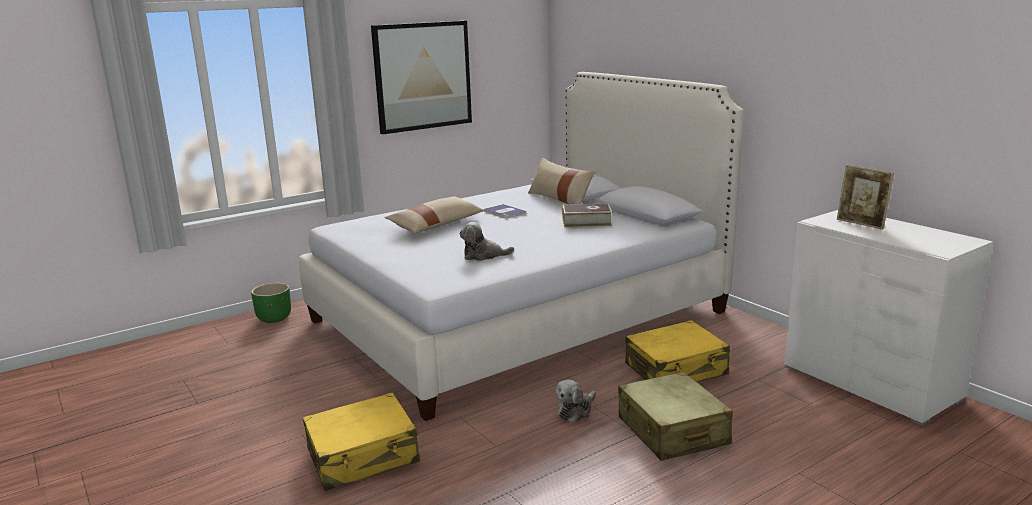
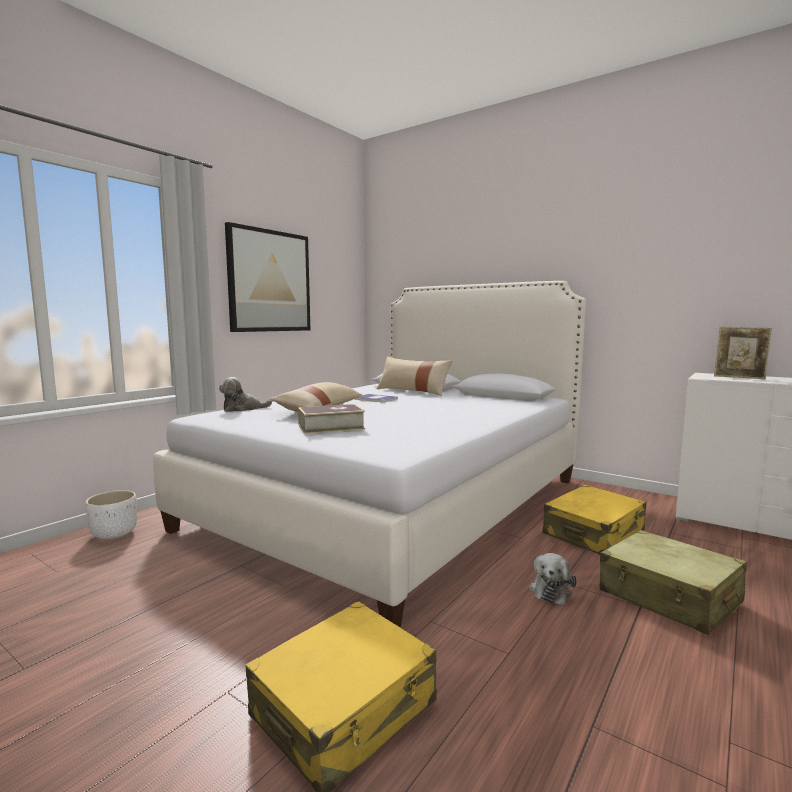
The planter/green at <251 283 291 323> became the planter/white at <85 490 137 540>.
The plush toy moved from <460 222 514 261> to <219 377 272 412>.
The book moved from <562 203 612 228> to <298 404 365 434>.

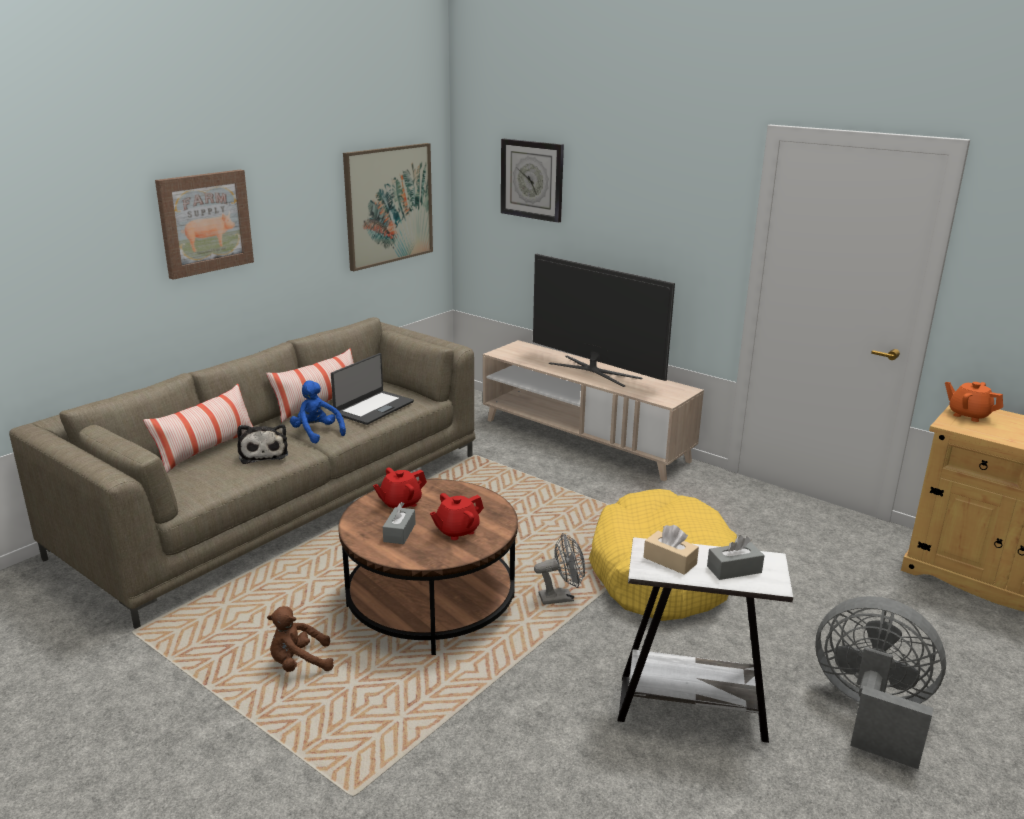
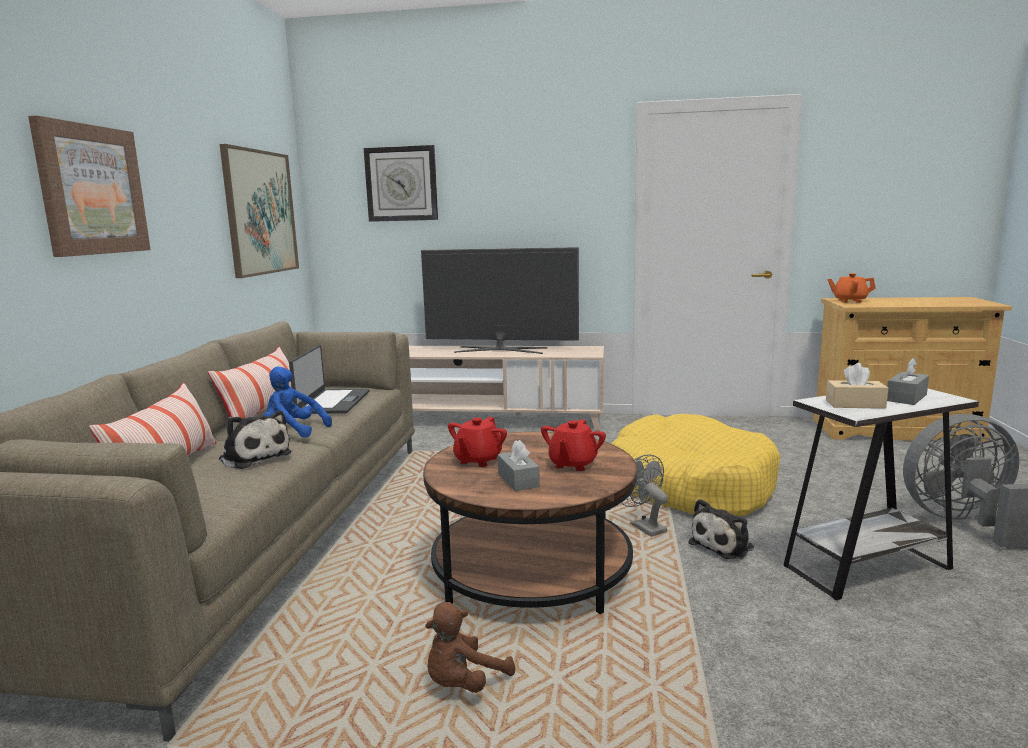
The fan/grey at <534 533 585 605> turned 75 degrees counterclockwise.
The plush toy at <688 499 754 559> appeared.

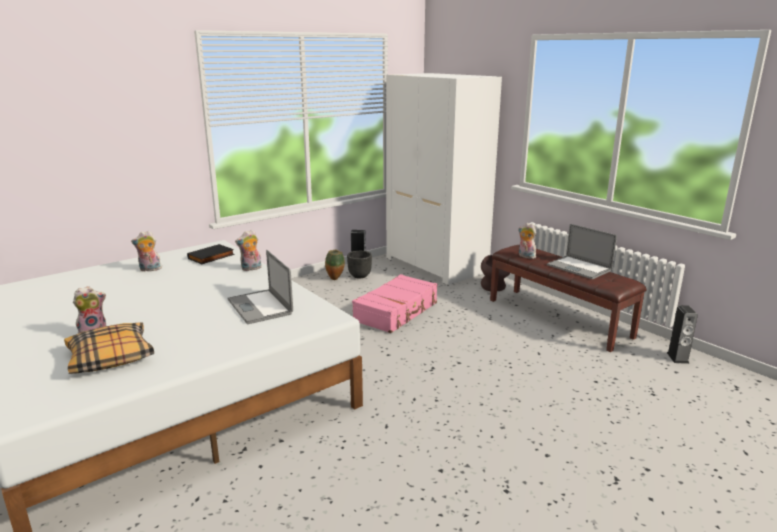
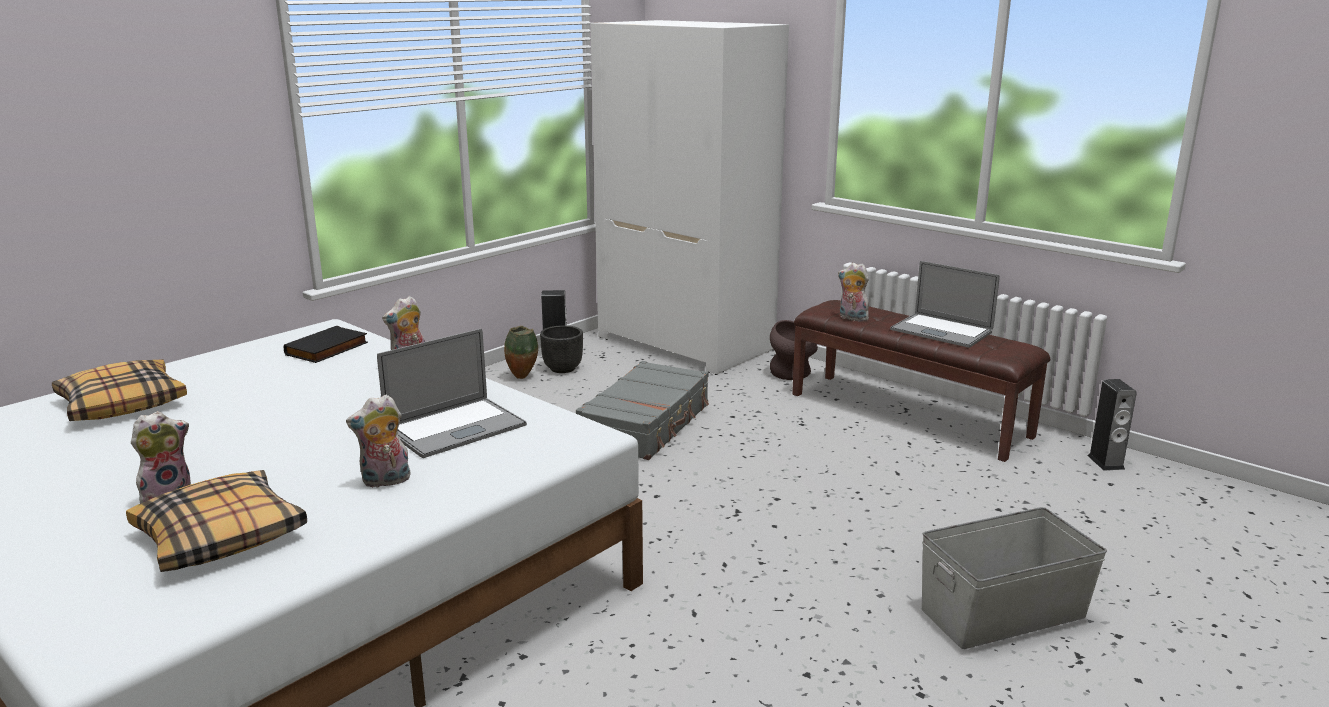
The pillow at <52 359 187 421> appeared.
The plush toy moved from <131 231 162 272> to <346 394 411 488>.
The laptop at <228 250 293 324> turned 90 degrees counterclockwise.
The suitcase/pink at <352 274 437 333> became the suitcase/grey at <576 361 709 460>.
The storage box/grey at <922 507 1107 649> appeared.

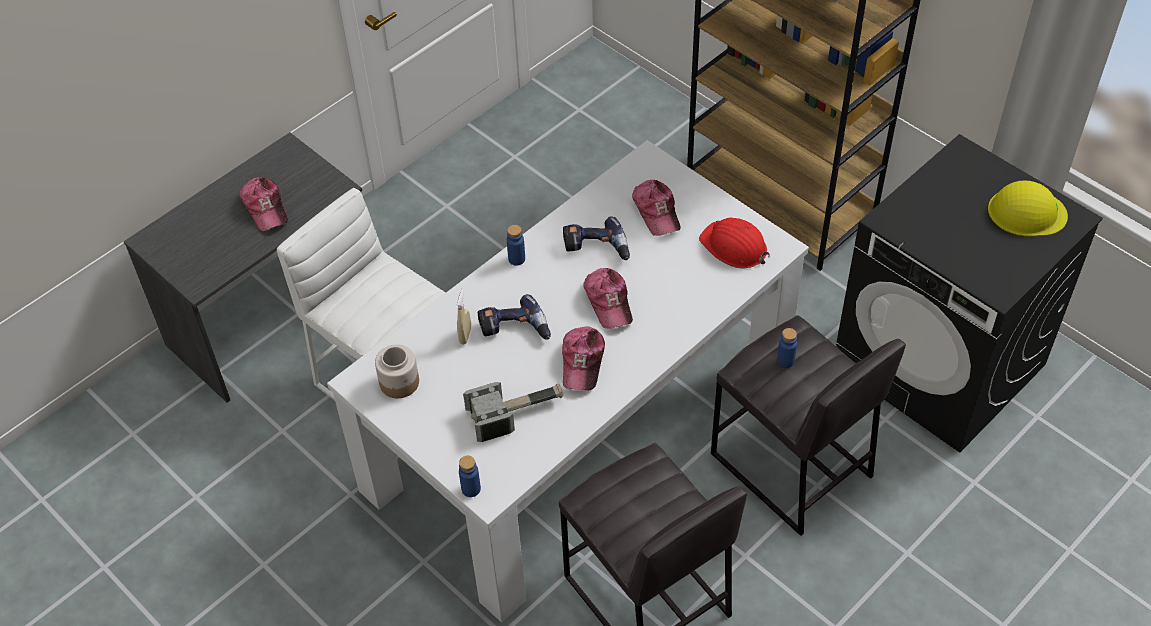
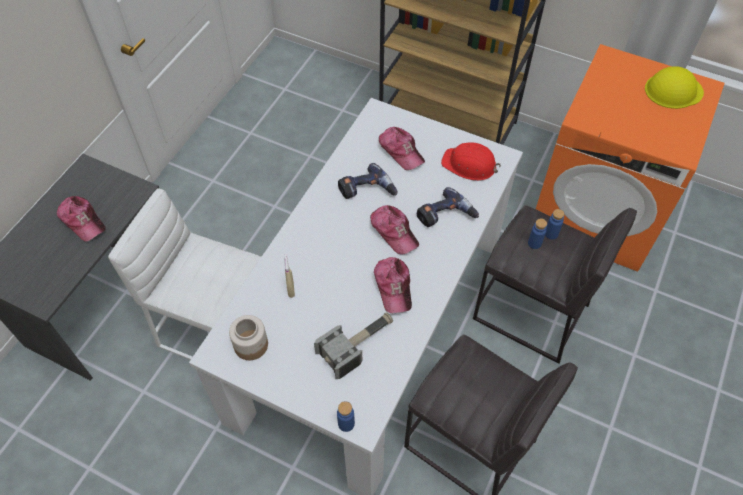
The power drill moved from <478 294 551 340> to <417 187 479 227>.
The washing machine/black at <836 134 1103 453> became the washing machine/orange at <536 44 725 272>.
The bottle/blue moved from <507 225 525 266> to <545 209 564 239>.

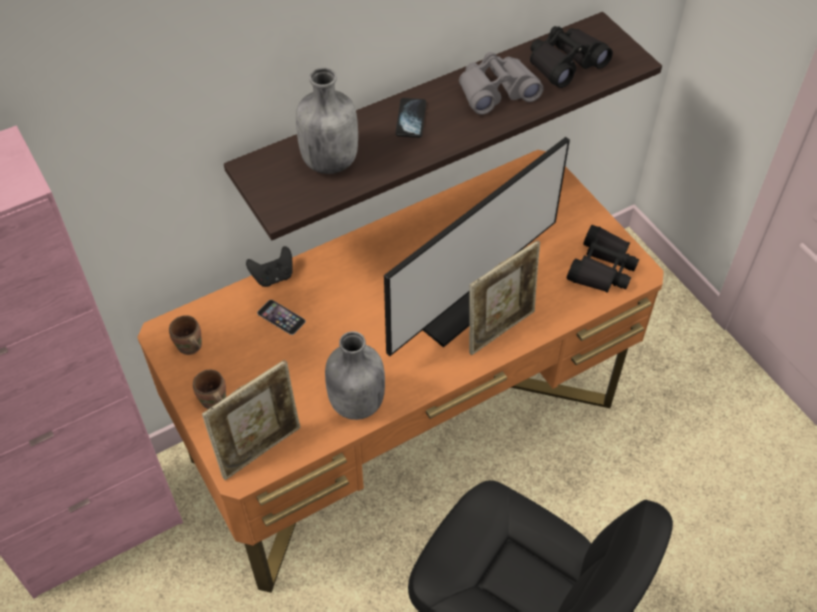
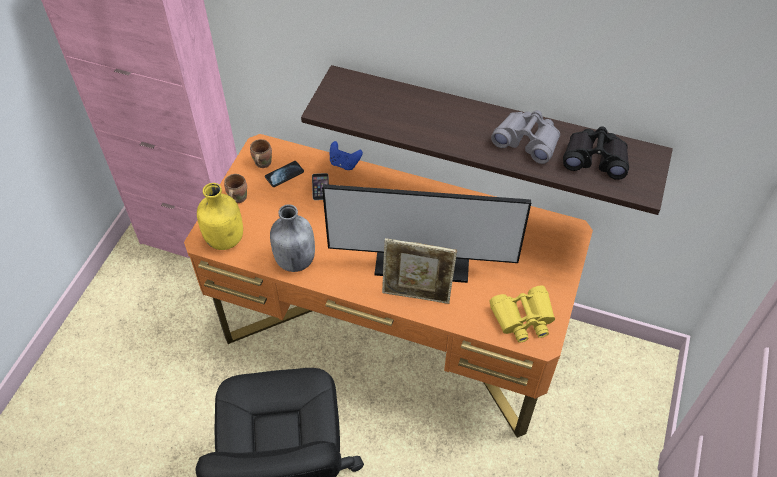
The picture frame at <202 360 300 480> was replaced by the bottle/yellow at <197 183 243 250>.
The phone moved from <396 98 426 138> to <265 161 304 187>.
The game controller/black at <246 246 293 287> became the game controller/blue at <330 141 363 170>.
The binoculars/black at <566 225 639 293> became the binoculars/yellow at <489 285 555 342>.
The bottle/grey at <296 68 358 174> disappeared.

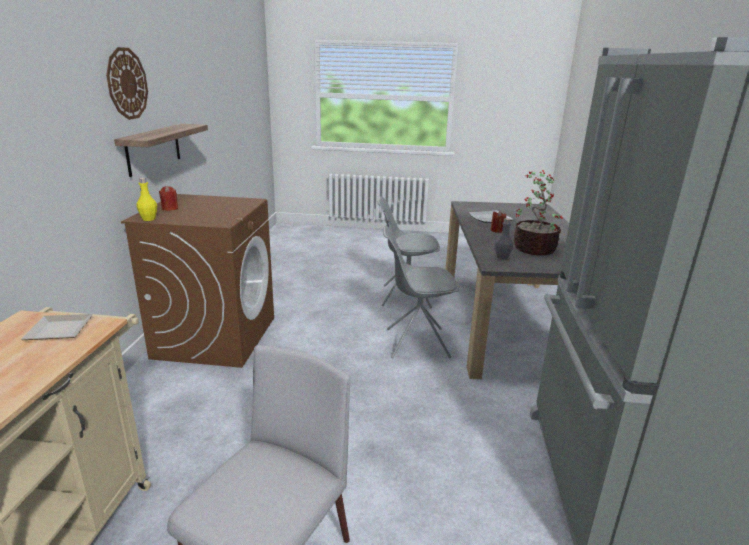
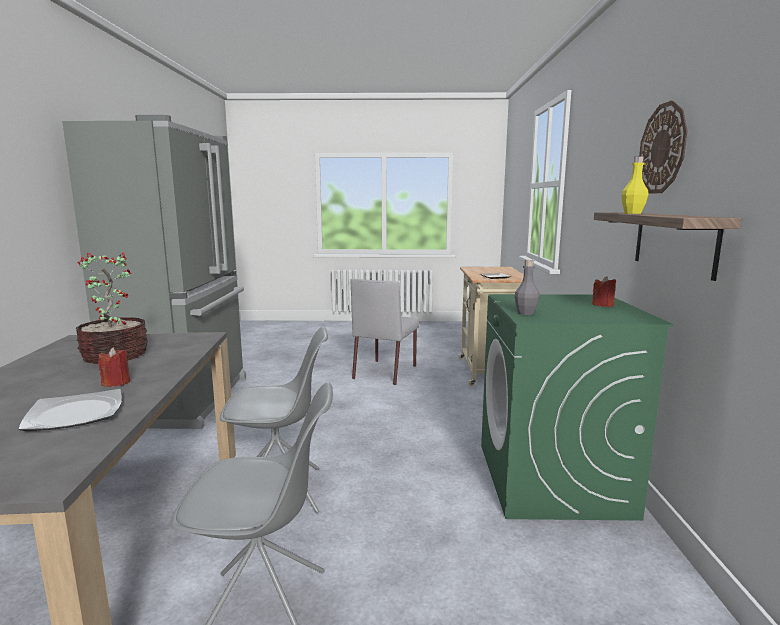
The washing machine/brown at <121 194 274 368> became the washing machine/green at <481 294 674 521>.
The bottle/grey moved from <495 218 513 259> to <514 260 540 315>.
The bottle/yellow moved from <136 177 157 221> to <622 156 648 214>.

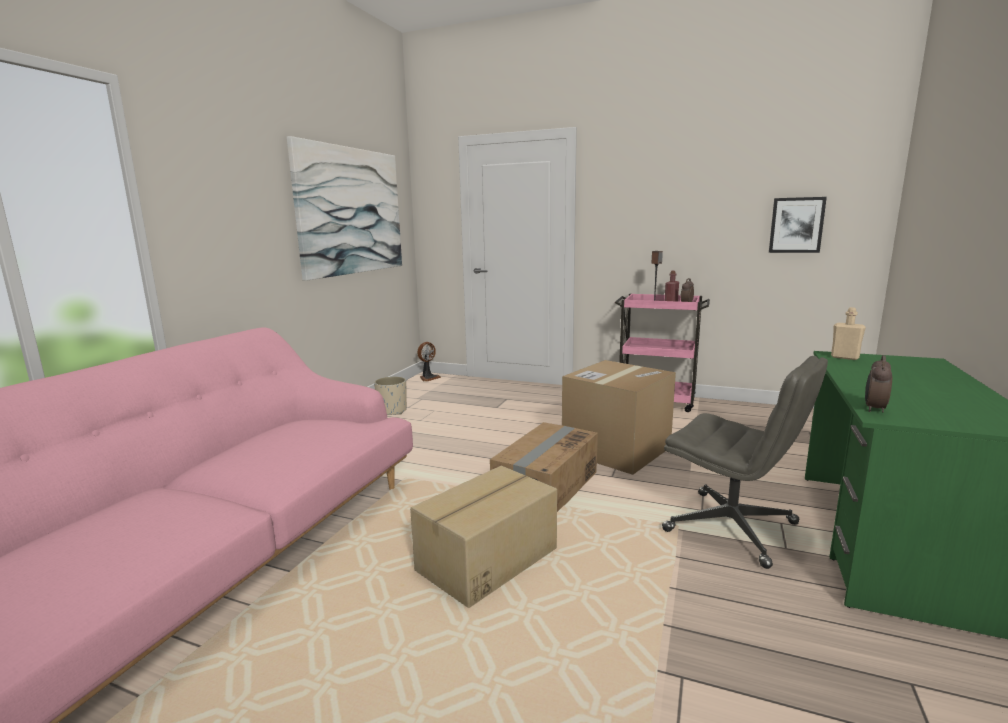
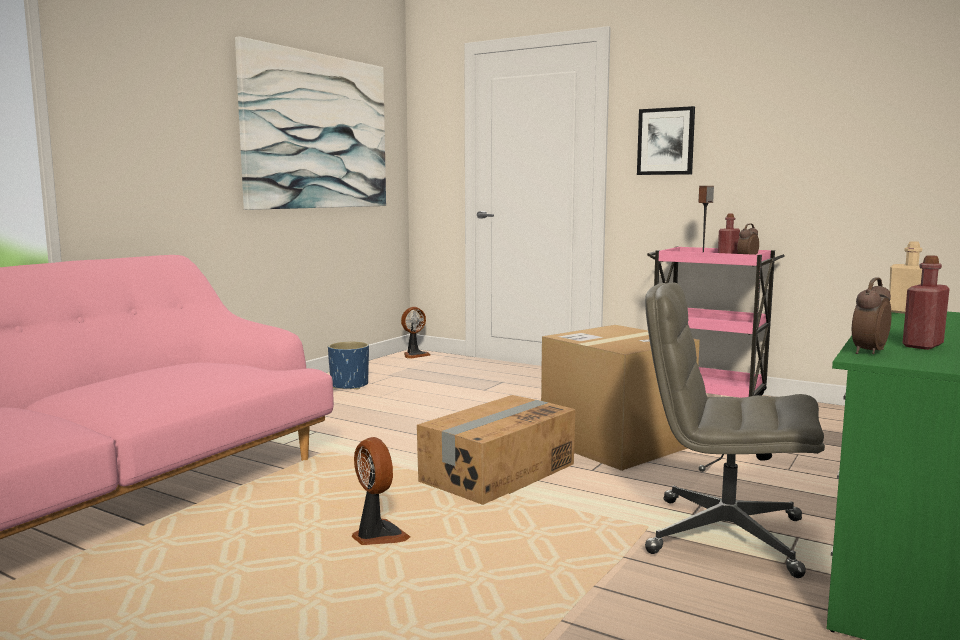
The planter/beige at <374 376 407 415> became the planter/blue at <328 341 369 390>.
The cardboard box at <410 466 557 608> was replaced by the fan at <352 437 410 545>.
The picture moved from <769 197 827 253> to <637 106 695 175>.
The office chair/grey at <662 356 828 569> turned 150 degrees clockwise.
The bottle/red at <903 255 949 350> appeared.

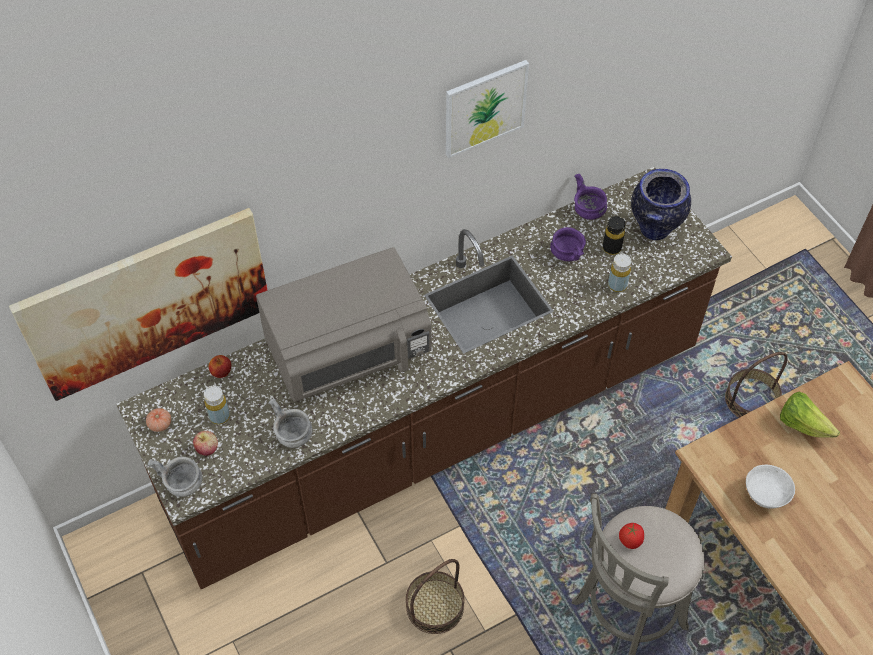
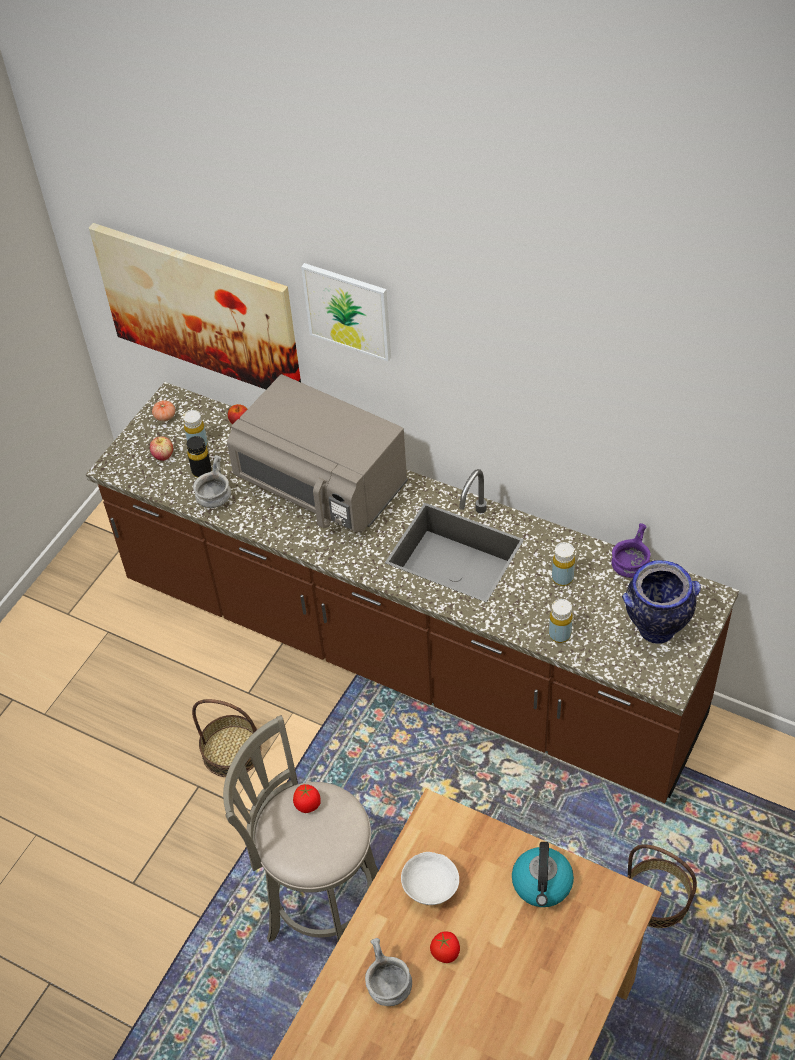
The bottle/black moved from <603 216 625 255> to <187 436 212 478>.
The picture moved from <446 60 529 158> to <301 263 391 362>.
The bowl/grey moved from <148 457 202 497> to <365 938 412 1006>.
The tomato at <430 931 460 963> appeared.
The lettuce at <780 392 840 438> was replaced by the kettle at <512 842 574 907>.
The bowl/purple at <550 227 586 261> was replaced by the bottle/yellow at <552 542 575 586>.

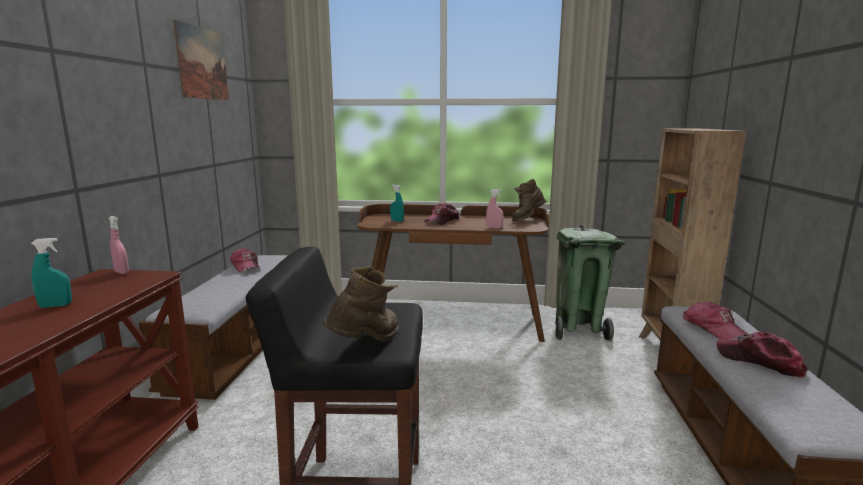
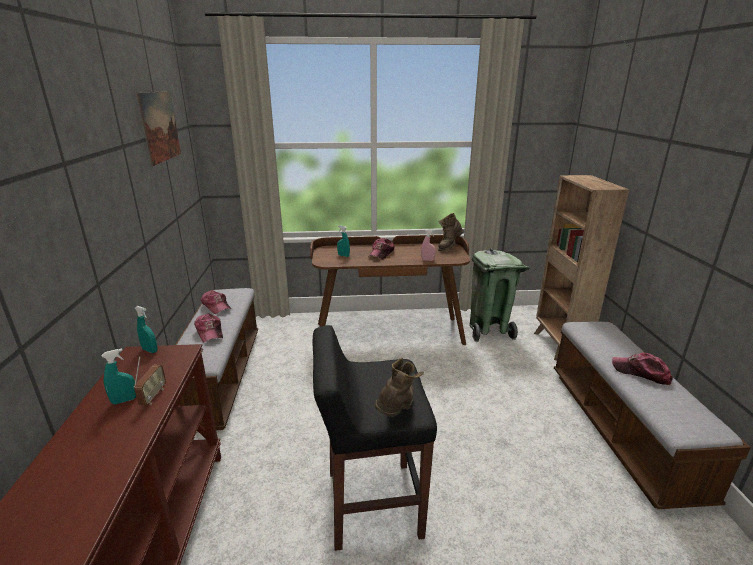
The radio at <134 356 166 405> appeared.
The spray bottle/pink at <109 216 129 274> became the spray bottle/turquoise at <135 306 158 353>.
The cap moved from <683 301 748 340> to <194 313 223 343>.

